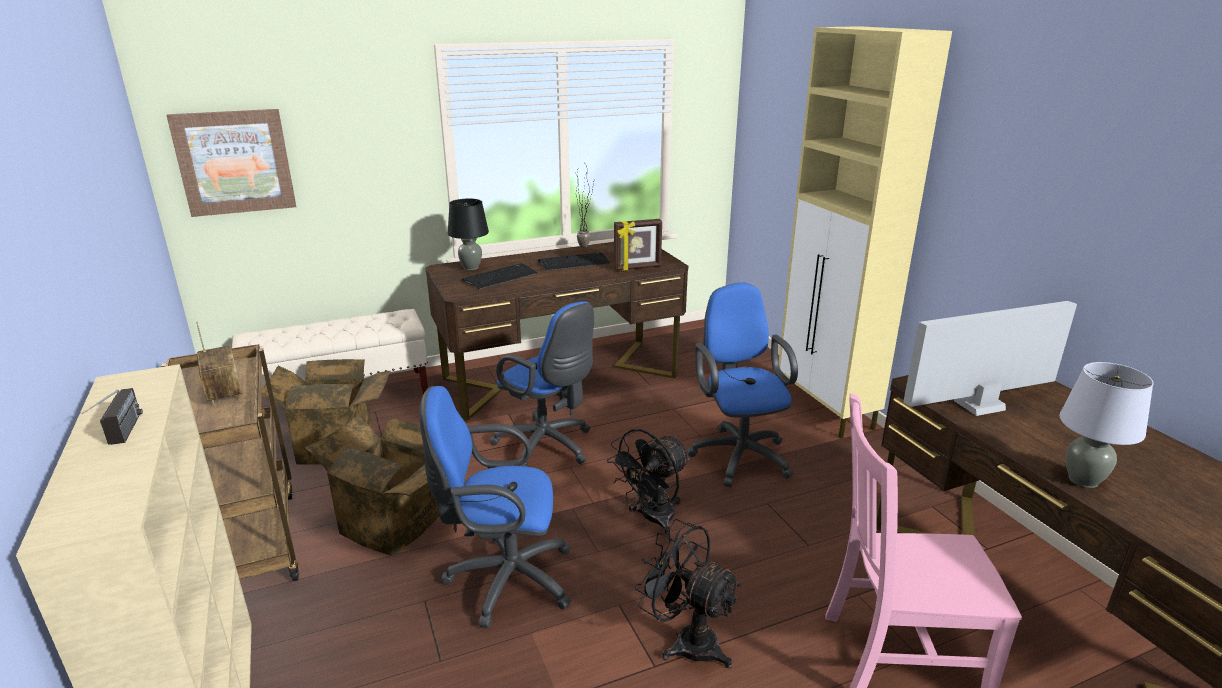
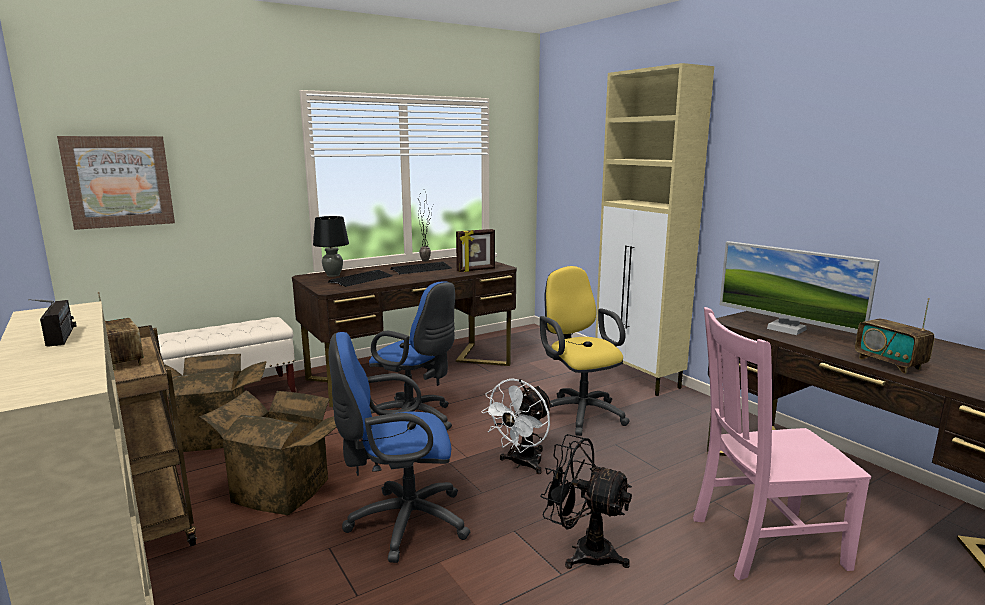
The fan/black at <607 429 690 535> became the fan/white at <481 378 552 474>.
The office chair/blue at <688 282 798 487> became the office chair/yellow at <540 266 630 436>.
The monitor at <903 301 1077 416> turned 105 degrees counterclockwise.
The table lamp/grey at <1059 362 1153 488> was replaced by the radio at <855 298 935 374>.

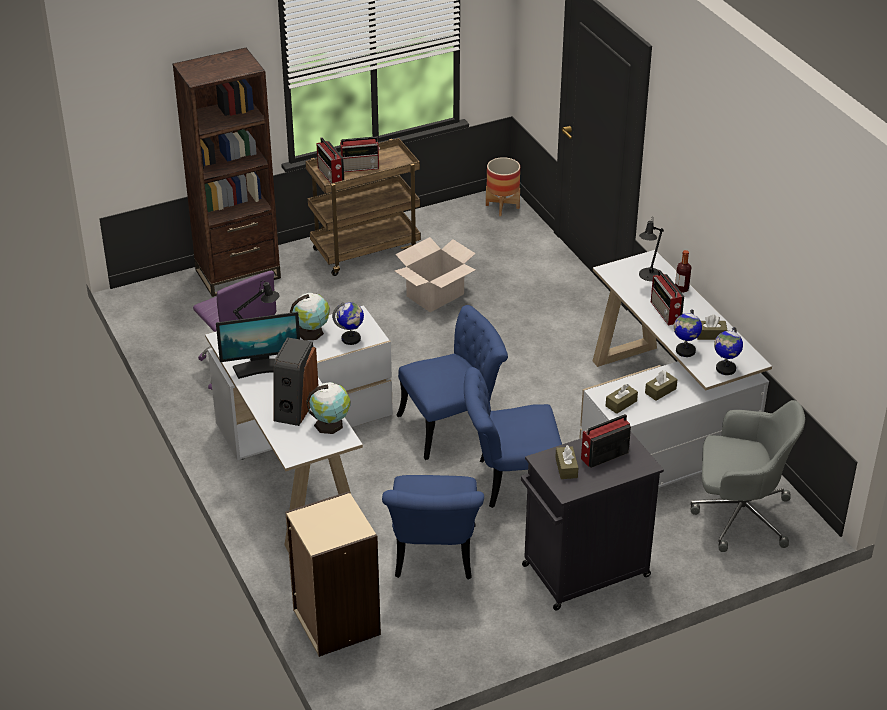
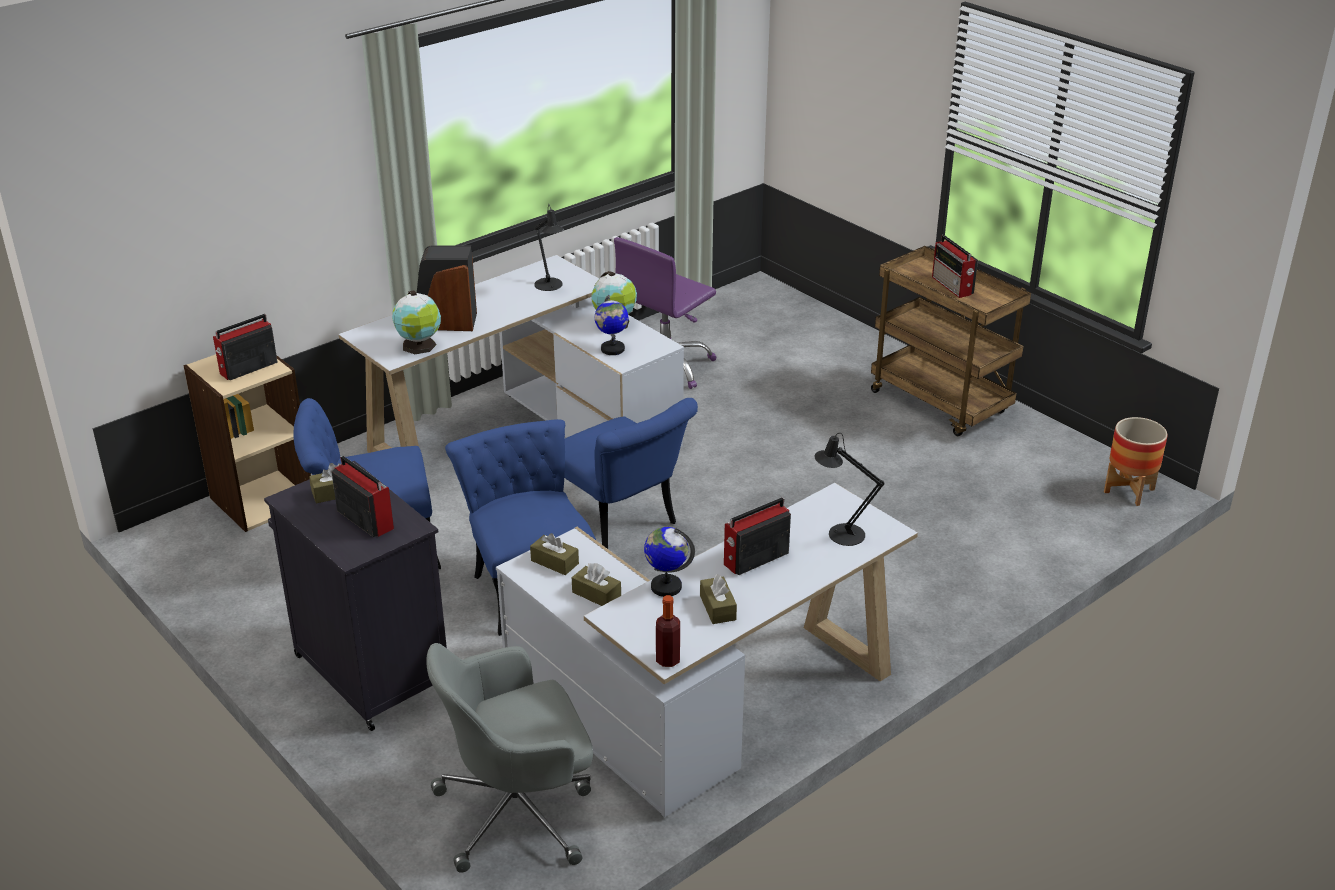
The radio moved from <317 137 344 183> to <213 314 278 380>.
The office chair/grey at <690 400 805 552> turned 75 degrees clockwise.
The bottle moved from <675 250 691 293> to <656 595 680 667>.
The bookcase/brown at <173 48 281 297> disappeared.
The monitor at <216 312 300 379> disappeared.
The cardboard box at <395 237 476 312> disappeared.
The globe at <714 327 743 375> disappeared.

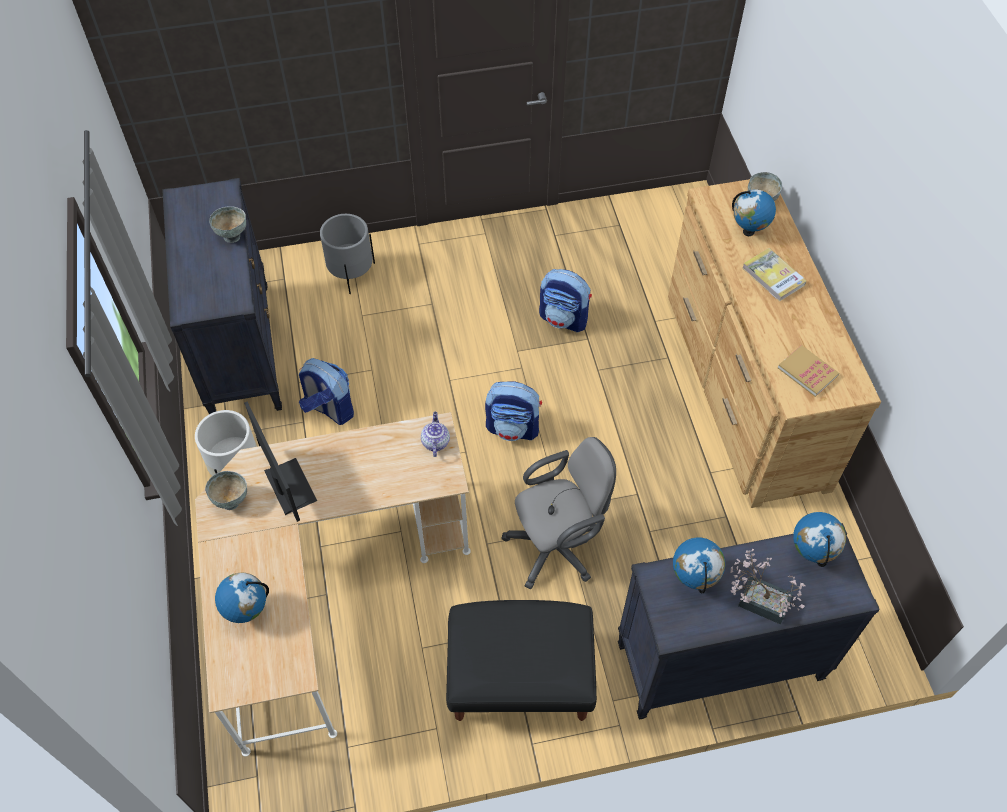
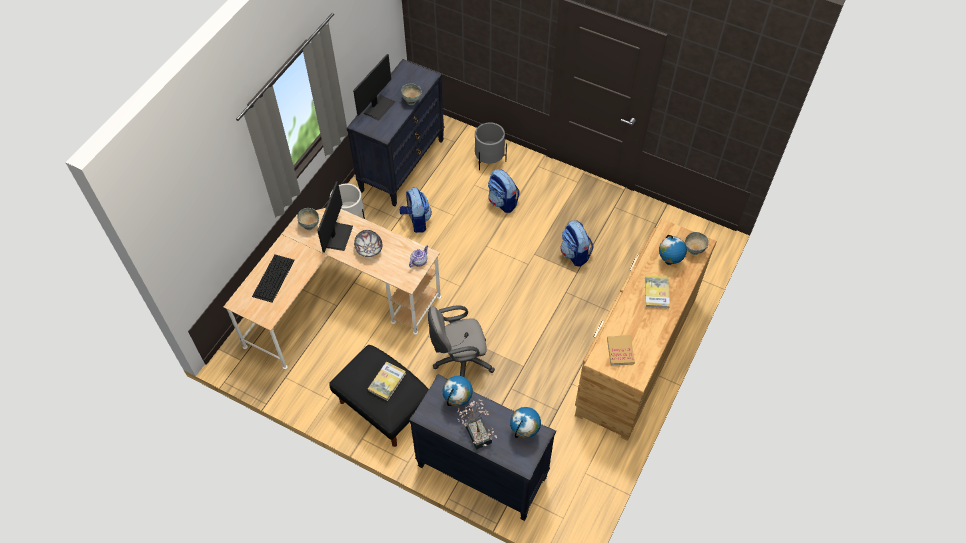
The globe at <215 573 269 623> was replaced by the keyboard at <252 255 295 303>.
The monitor at <353 54 395 121> appeared.
The bowl at <354 230 382 257> appeared.
The book at <368 361 406 401> appeared.
The office chair/grey at <501 437 616 589> turned 150 degrees clockwise.
The backpack moved from <485 382 542 441> to <488 169 520 213>.

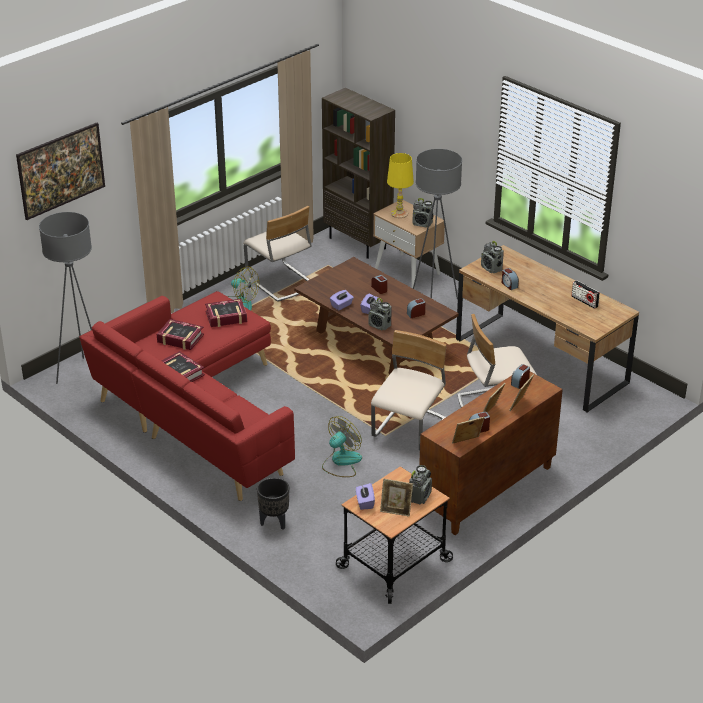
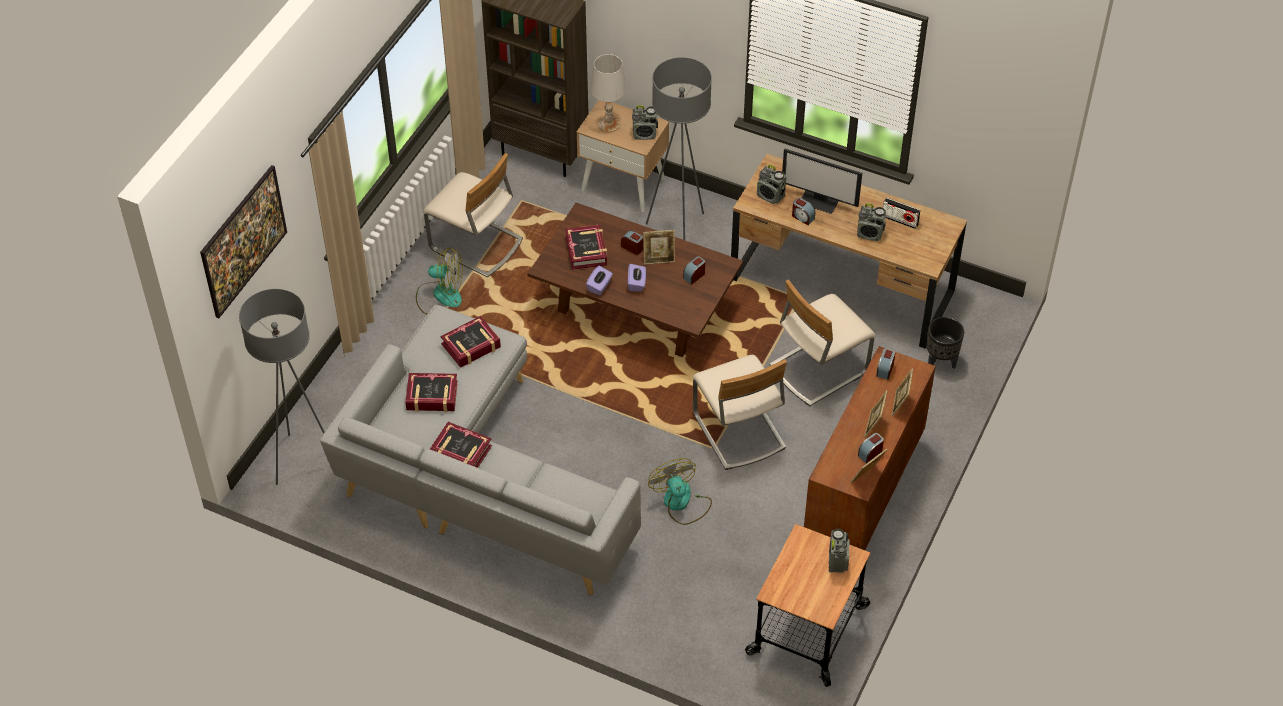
The sofa/red at <79 291 295 501> became the sofa/grey at <320 305 641 595>.
The book at <565 225 607 270> appeared.
The table lamp/yellow at <387 153 414 218> became the table lamp/white at <591 54 626 132>.
The picture frame moved from <380 479 413 517> to <643 230 675 265>.
The fan at <322 416 362 477> turned 45 degrees counterclockwise.
The chair/beige at <371 330 447 450> turned 150 degrees clockwise.
The monitor at <782 149 862 214> appeared.
The radio moved from <368 298 392 330> to <857 203 886 241>.
The planter/black moved from <257 478 289 530> to <927 317 964 369>.
The tissue box/purple at <356 483 375 510> disappeared.

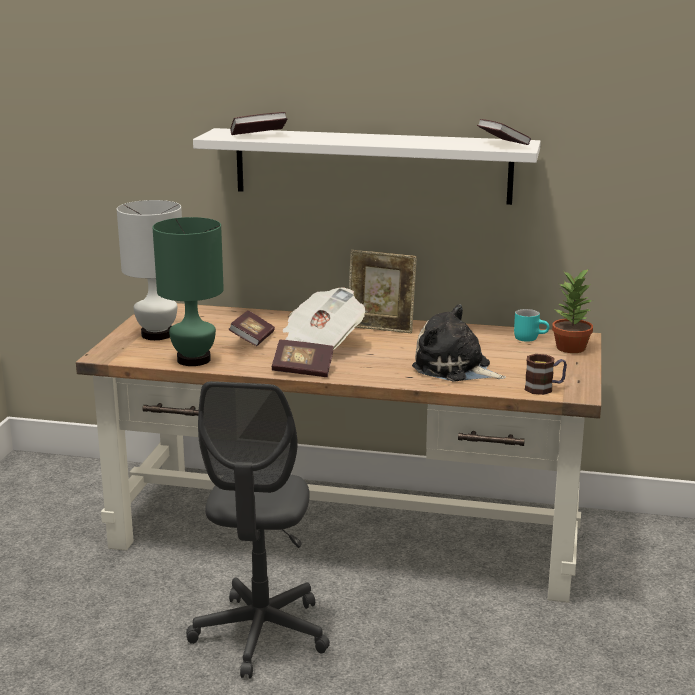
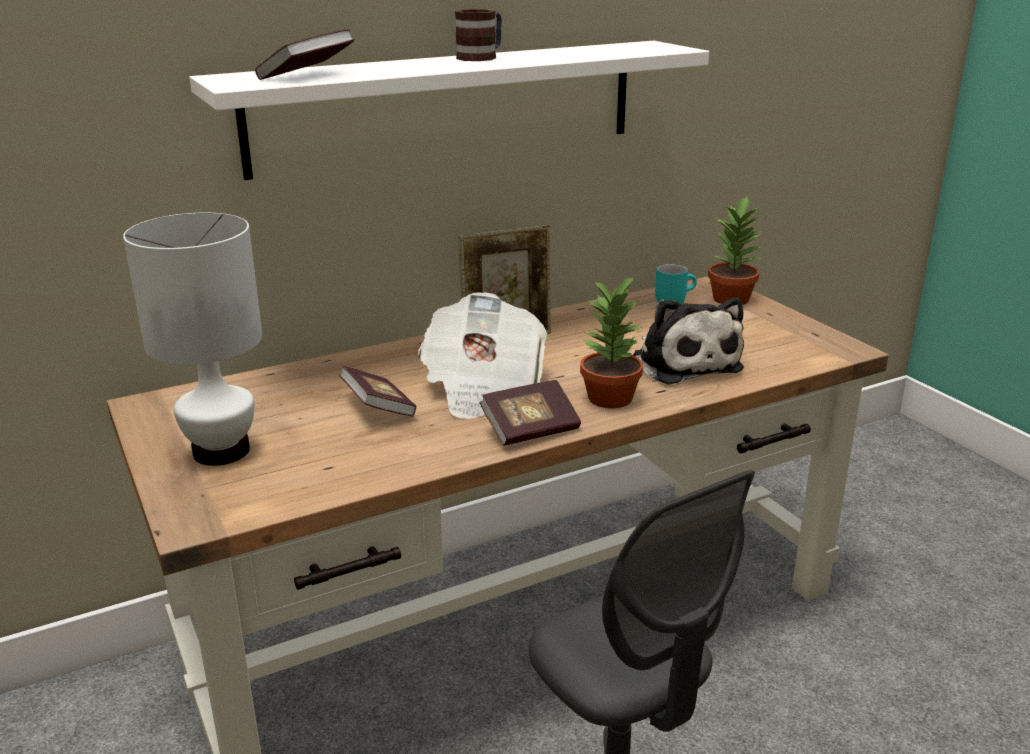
The mug moved from <525 354 567 395> to <455 9 502 61>.
The potted plant at <580 275 643 408> appeared.
The plush toy at <412 304 506 382> turned 105 degrees counterclockwise.
The table lamp/green at <152 217 224 366> disappeared.
The book at <477 119 531 145> disappeared.

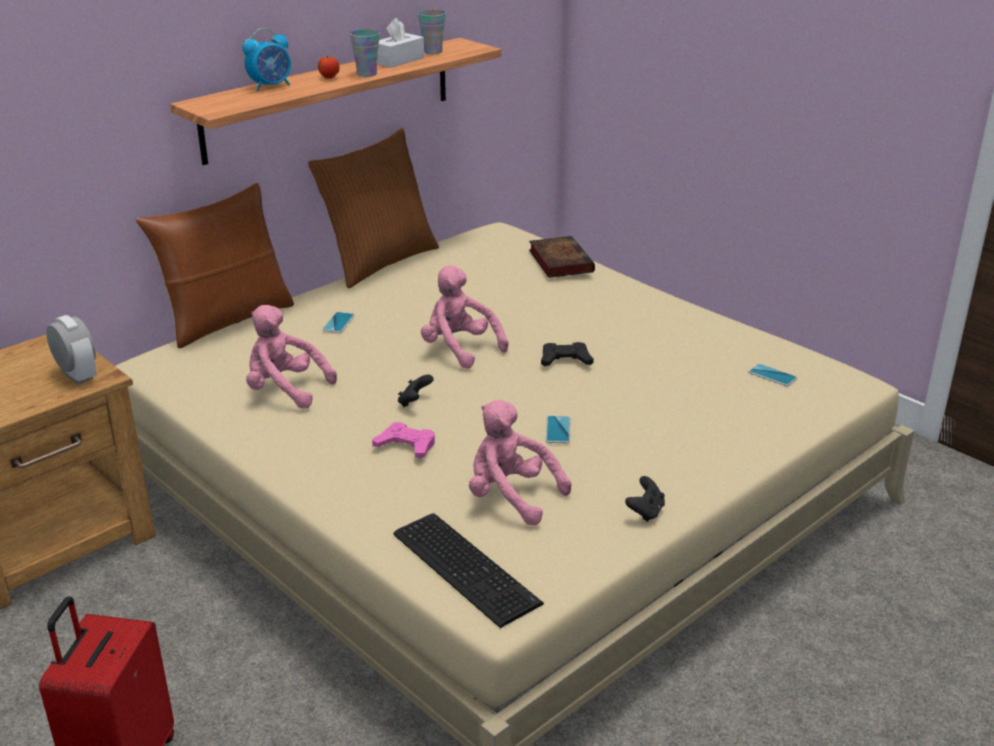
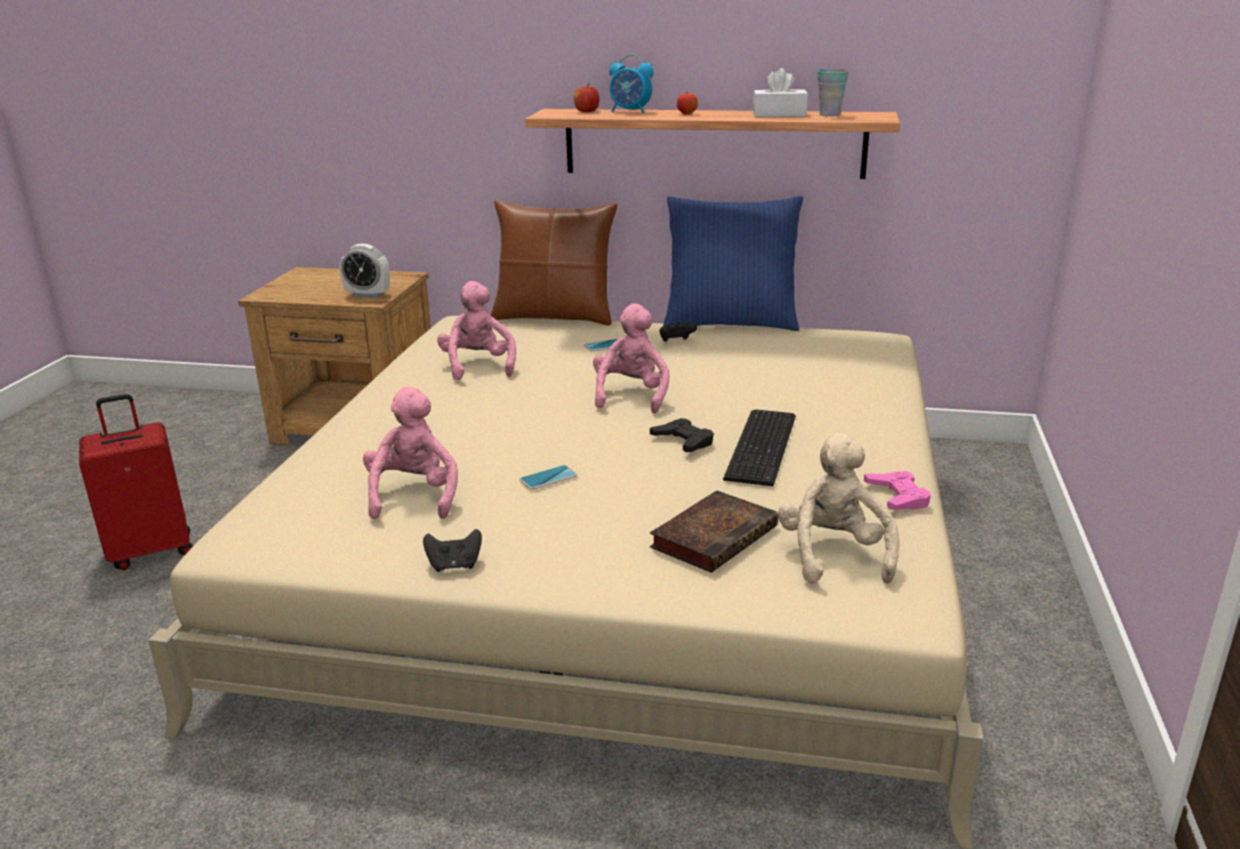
The alarm clock at <46 315 97 385> turned 90 degrees clockwise.
The apple at <574 84 599 112> appeared.
The book moved from <529 236 595 278> to <650 491 778 573>.
The game controller/black moved from <398 375 434 407> to <659 322 697 342>.
The pillow/brown at <308 128 439 288> became the pillow/blue at <663 196 803 331>.
The keyboard moved from <393 513 544 628> to <723 409 796 486>.
The phone at <749 364 797 386> was replaced by the plush toy/beige at <778 433 899 584>.
The game controller/pink moved from <372 422 435 459> to <864 471 931 510>.
The cup at <350 29 379 77> disappeared.

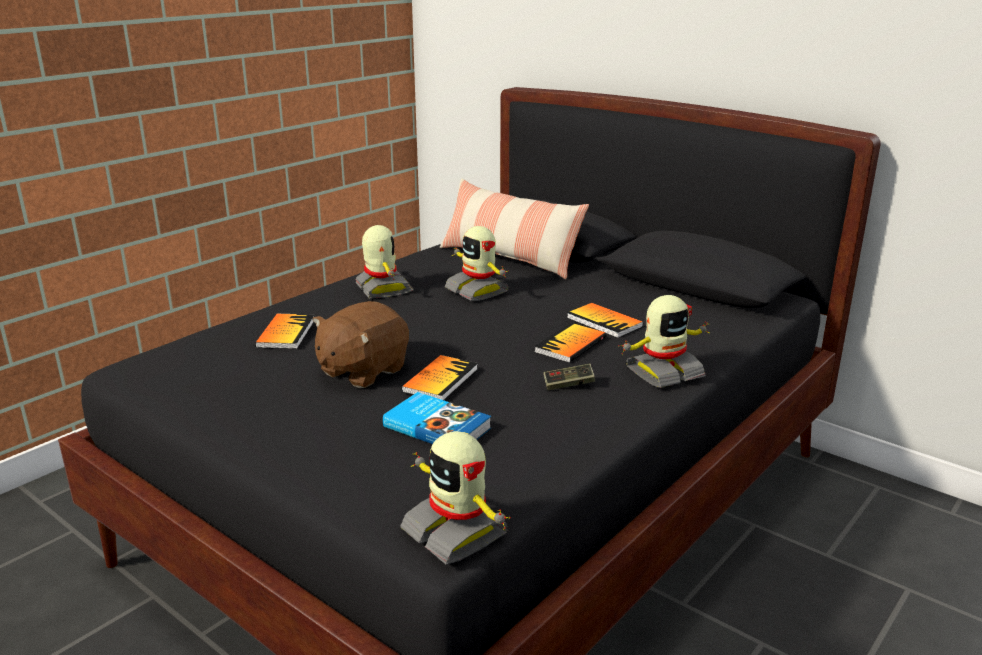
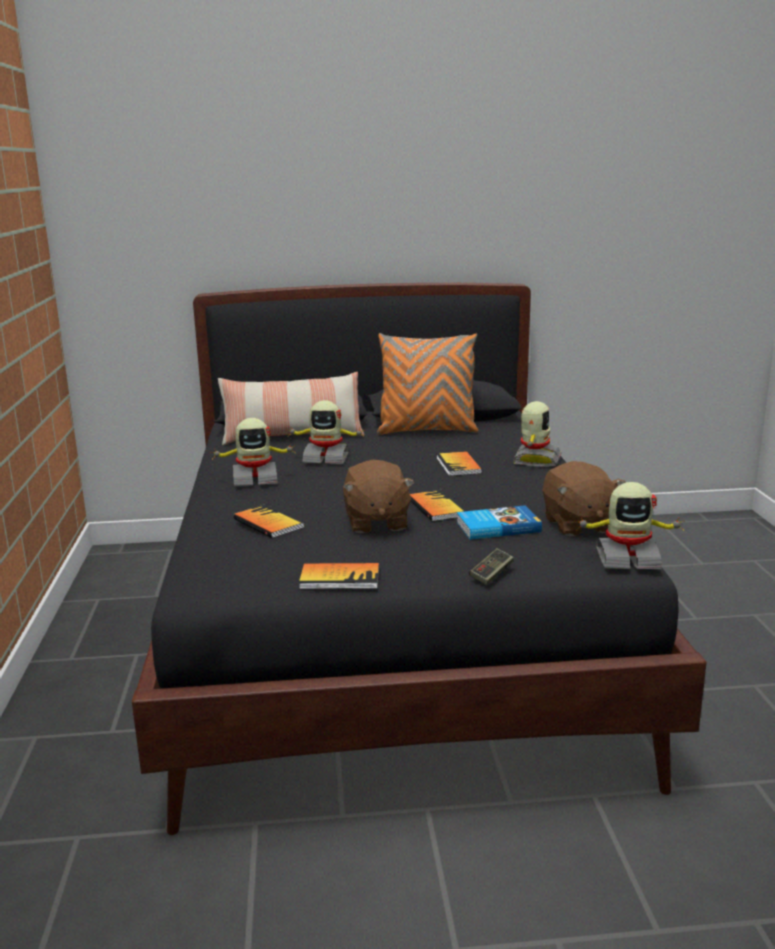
The toy robot at <355 225 414 299> turned 150 degrees clockwise.
The book moved from <567 303 643 338> to <299 563 379 589>.
The pillow/orange at <377 333 478 435> appeared.
The game controller moved from <543 364 595 390> to <469 548 514 585>.
The plush toy/brown at <543 461 626 536> appeared.

